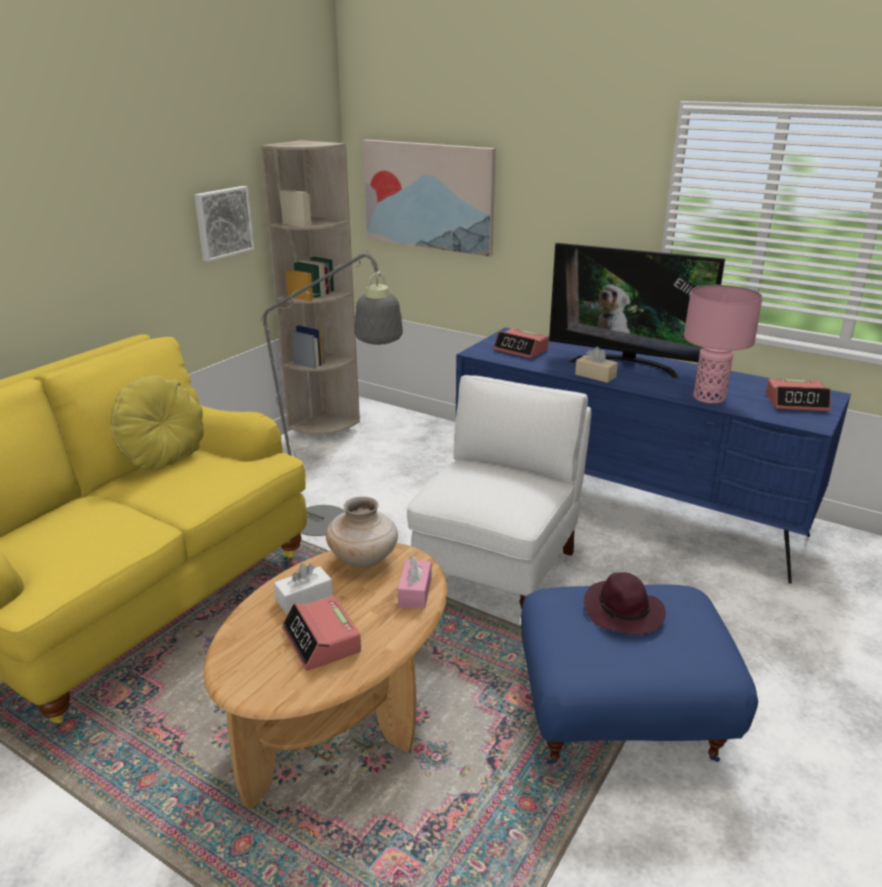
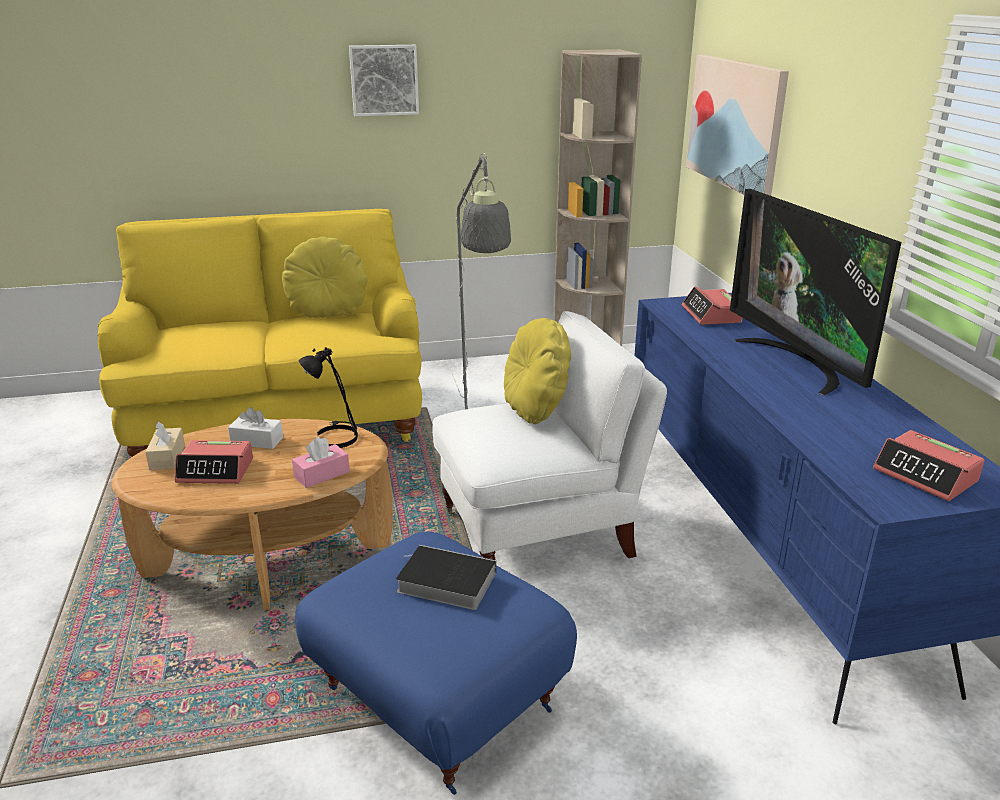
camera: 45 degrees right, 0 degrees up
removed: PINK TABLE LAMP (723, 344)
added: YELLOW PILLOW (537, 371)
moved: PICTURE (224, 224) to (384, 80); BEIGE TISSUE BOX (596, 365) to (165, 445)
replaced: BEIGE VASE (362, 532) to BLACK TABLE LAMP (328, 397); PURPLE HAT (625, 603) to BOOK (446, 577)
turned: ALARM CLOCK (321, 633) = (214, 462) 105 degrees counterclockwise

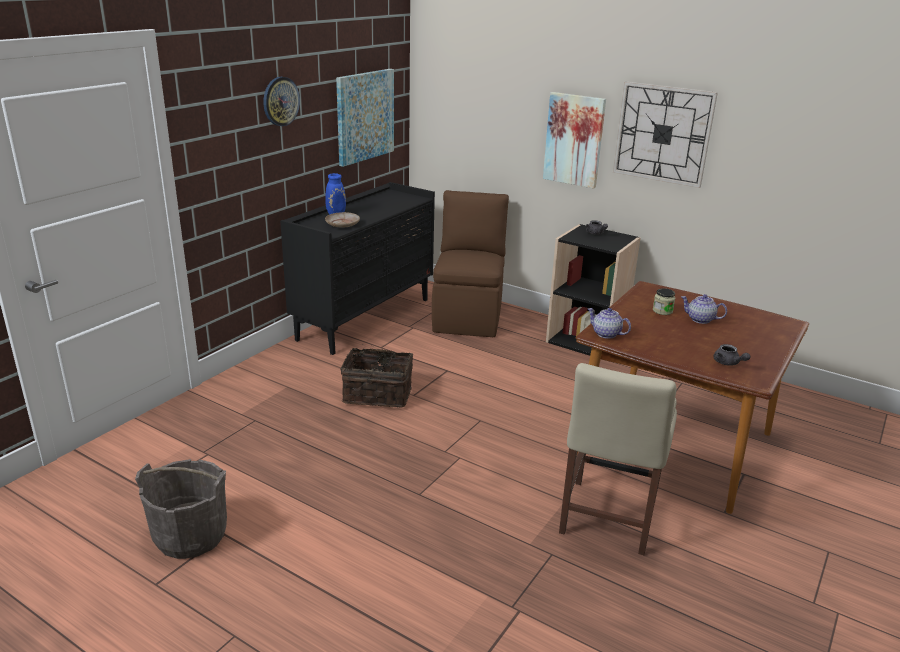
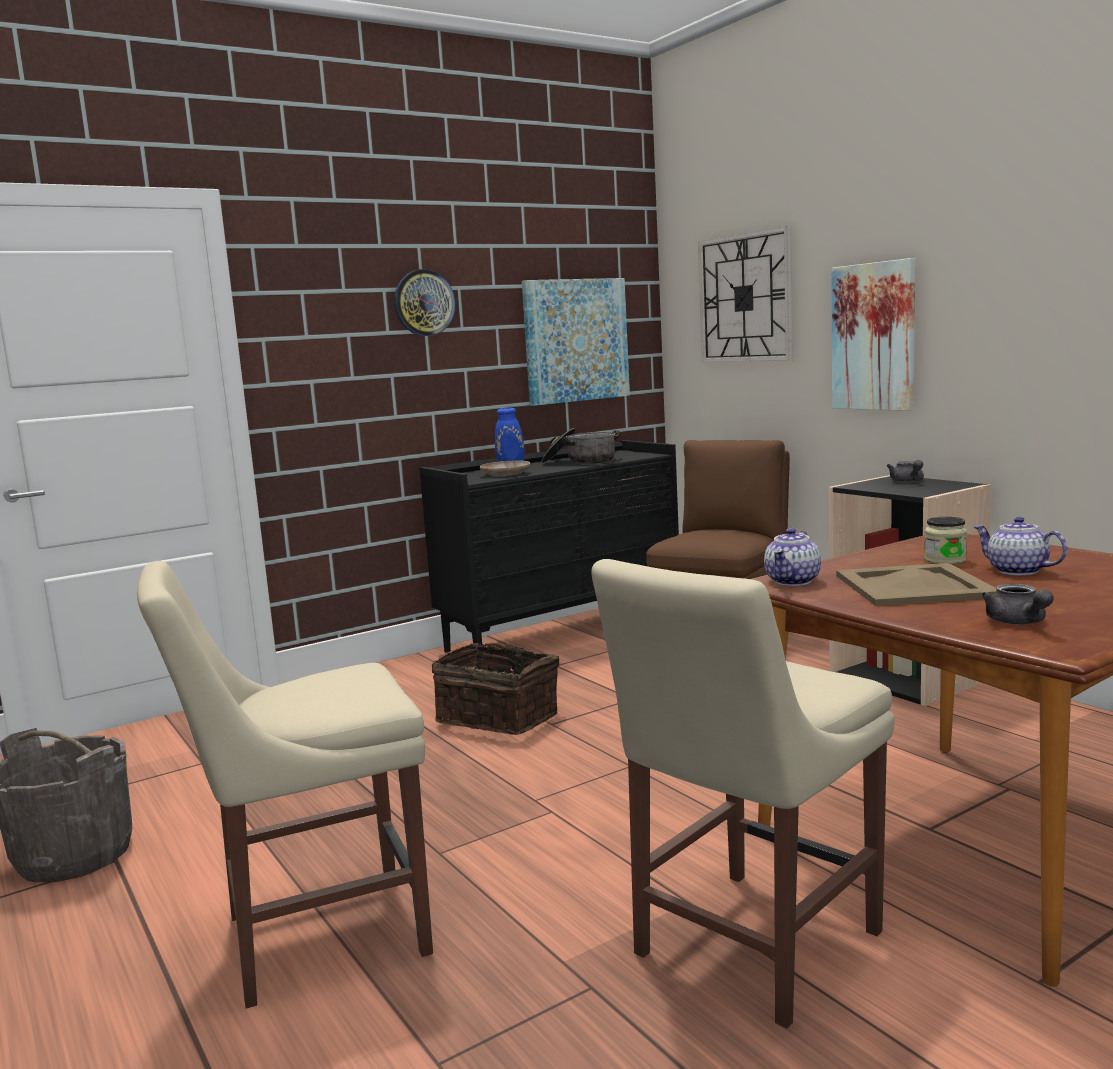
camera: 25 degrees right, 15 degrees down
added: BEIGE CHAIR (285, 785); COOKING POT (580, 446); BEIGE TRAY (916, 584)
moved: WALL CLOCK (665, 135) to (745, 294)
turned: TEAPOT (609, 323) = (792, 557) 120 degrees counterclockwise

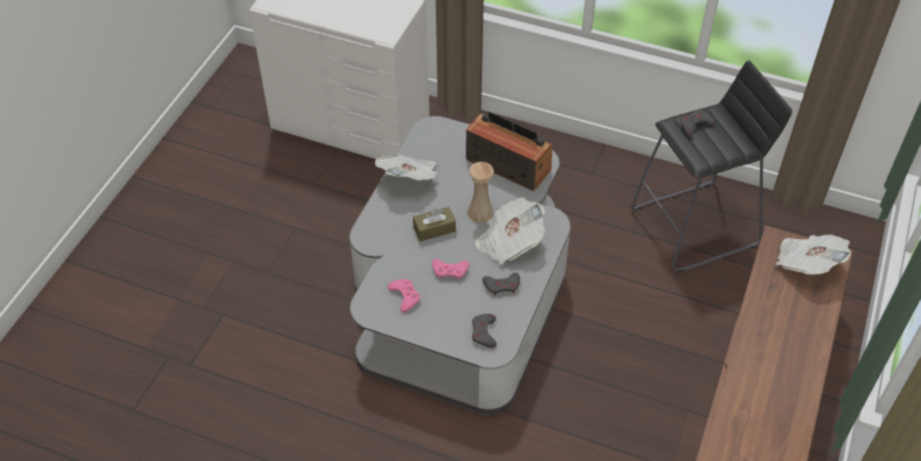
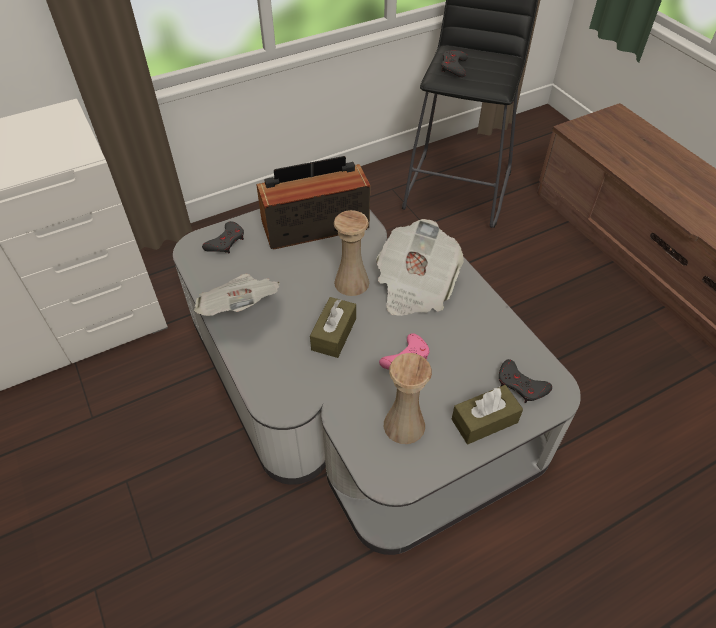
camera: 50 degrees left, 0 degrees up
removed: NEWSPAPER (813, 254)
added: BROWN TISSUE BOX (487, 414)
moved: GREY GAME CONTROLLER (501, 284) to (223, 237)
replaced: PINK GAME CONTROLLER (404, 296) to BEIGE VASE (408, 398)

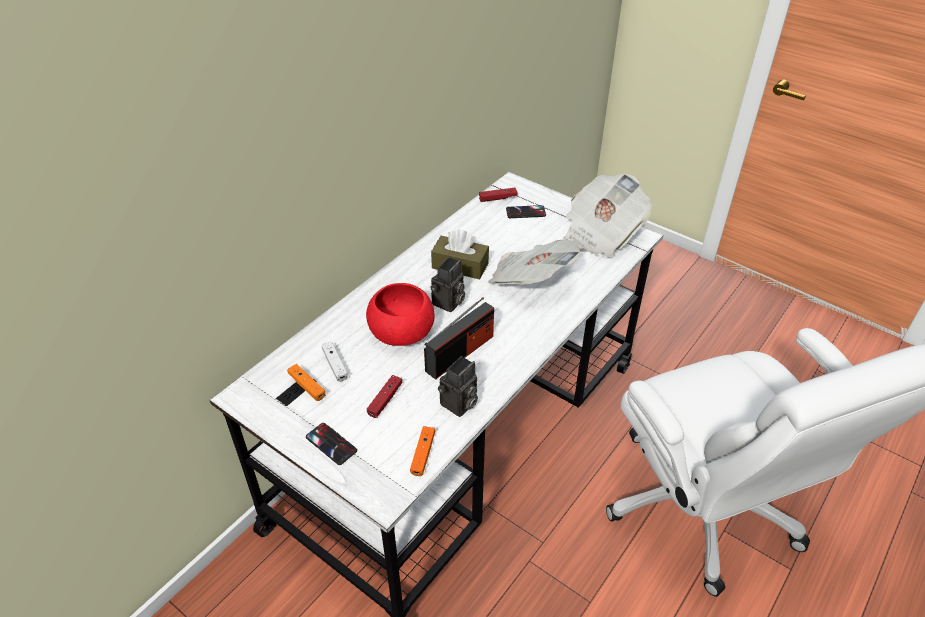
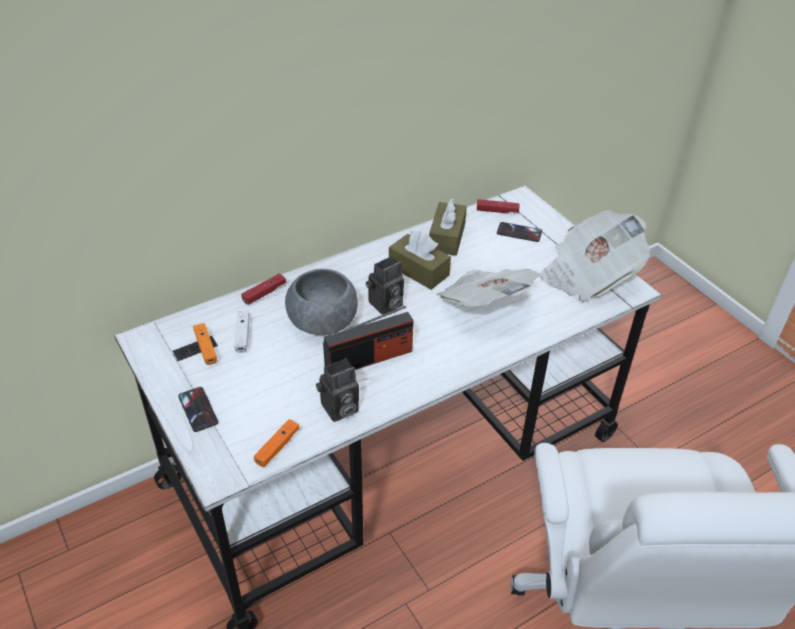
camera: 20 degrees right, 0 degrees up
added: BROWN TISSUE BOX (448, 227)
moved: RED GAME CONTROLLER (385, 396) to (263, 289)
recoloured: RED BOWL (400, 314) to GREY BOWL (321, 302)

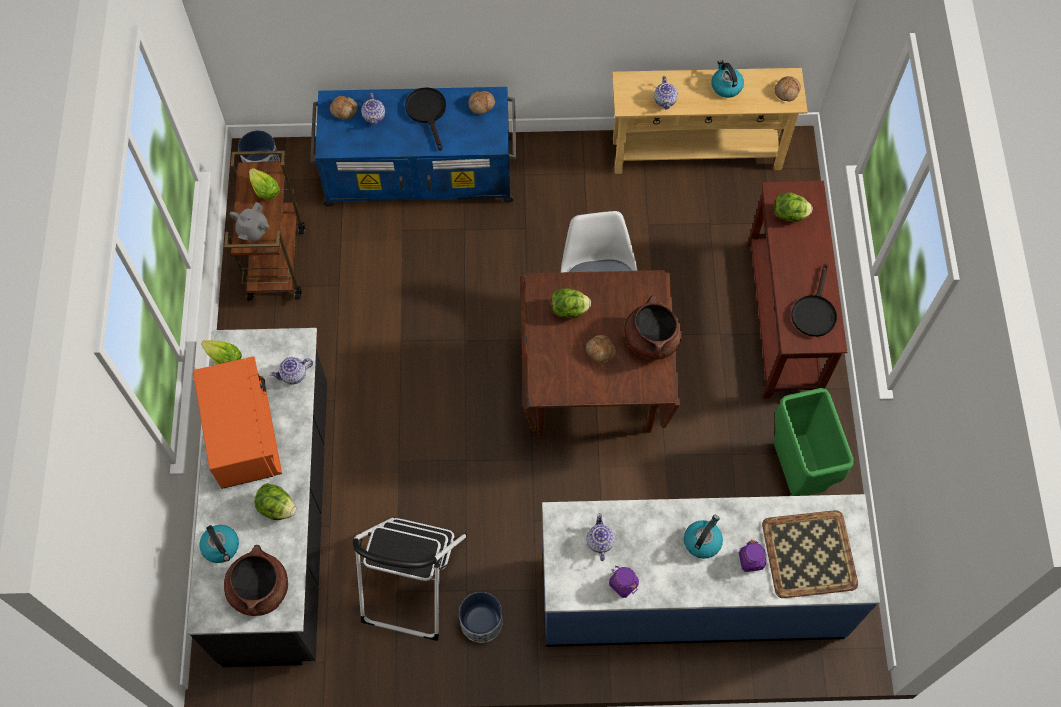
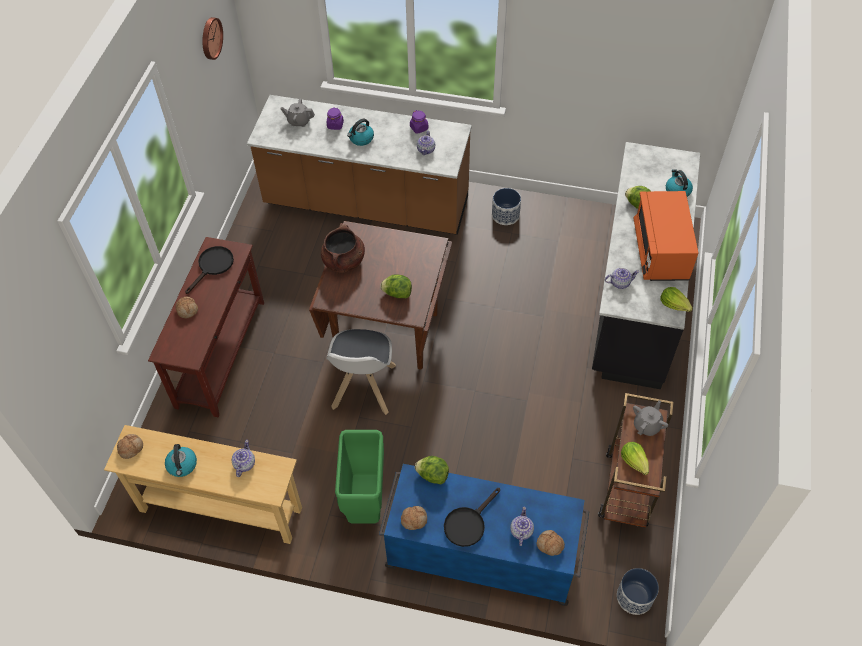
camera: 165 degrees left, 10 degrees down
removed: BROWN COOKING POT (256, 580); STEP LADDER (410, 579)
added: WALL CLOCK (212, 38)
moved: BREAD (601, 349) to (187, 307); LETTUCE (793, 207) to (432, 470); GREEN TRASH CAN (814, 442) to (359, 477)
replaced: TRAY (810, 554) to GREY TEAPOT (298, 112)
recoloured: BLUE COUNTER (711, 570) to BROWN COUNTER (359, 165)
turned: BLACK FRYING PAN (425, 119) = (472, 517) 45 degrees clockwise

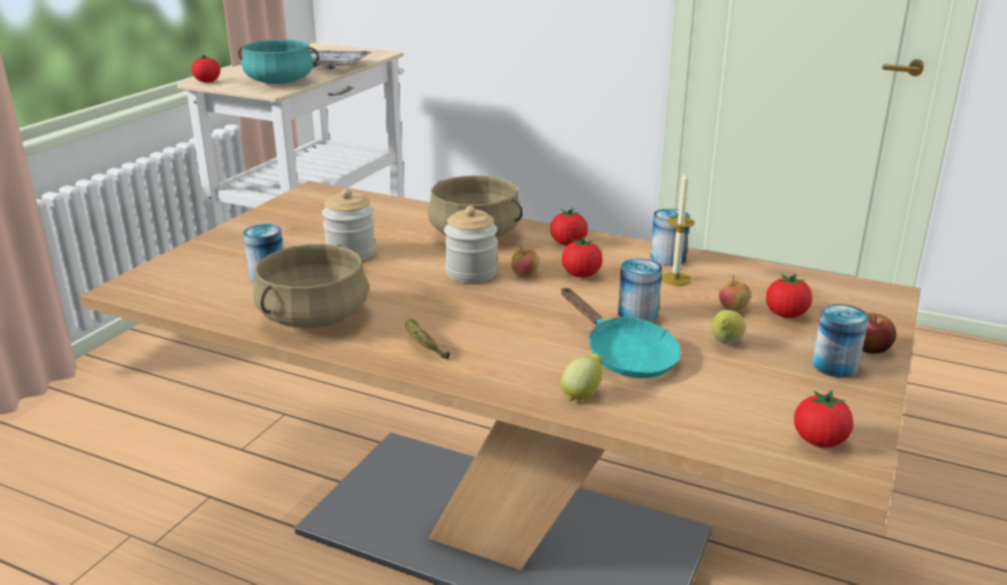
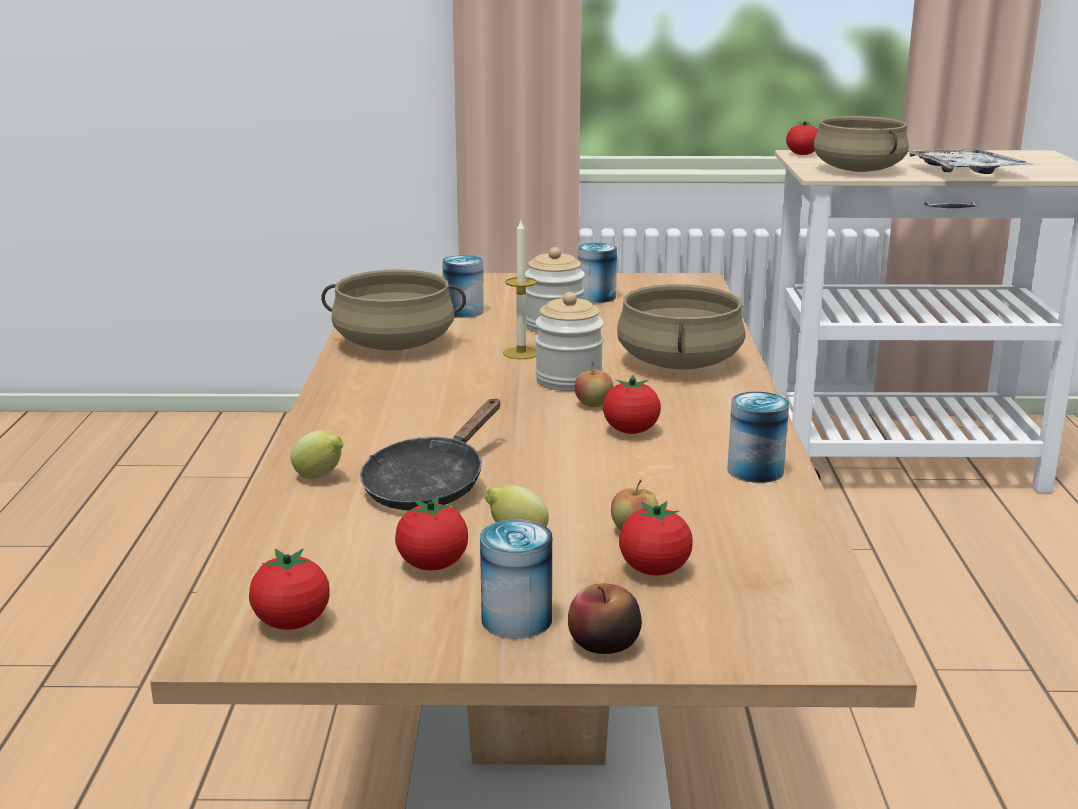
camera: 65 degrees right, 5 degrees down
removed: BANANA (427, 339)
moved: TOMATO (569, 227) to (431, 533); CAN (640, 290) to (597, 273); CANDLE (678, 229) to (520, 289)
recoloured: TURQUOISE COOKING POT (278, 62) to BEIGE COOKING POT (861, 144); TURQUOISE FRYING PAN (621, 333) to BLACK FRYING PAN (430, 454)

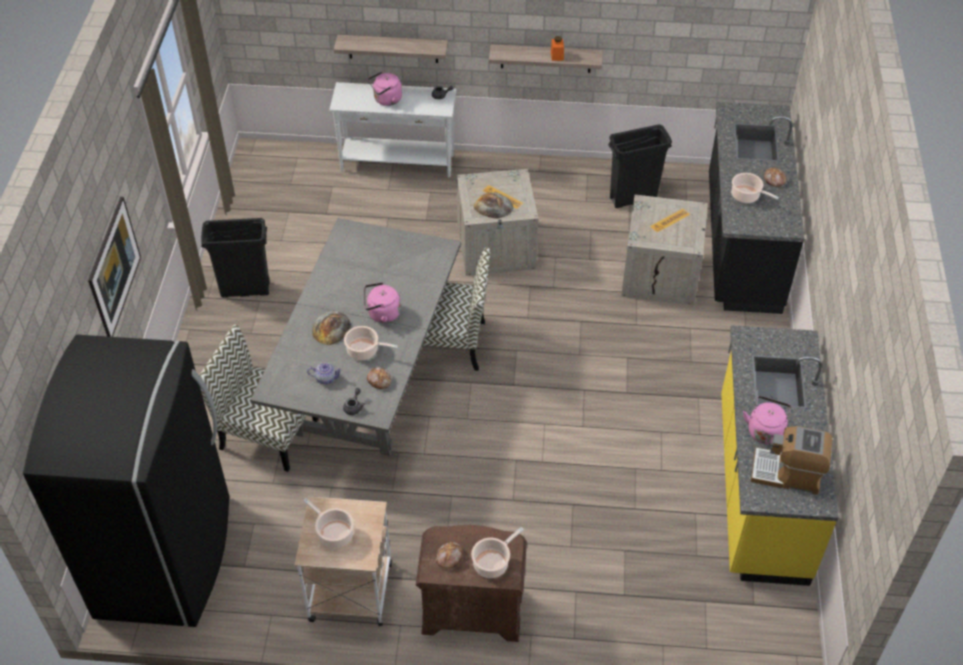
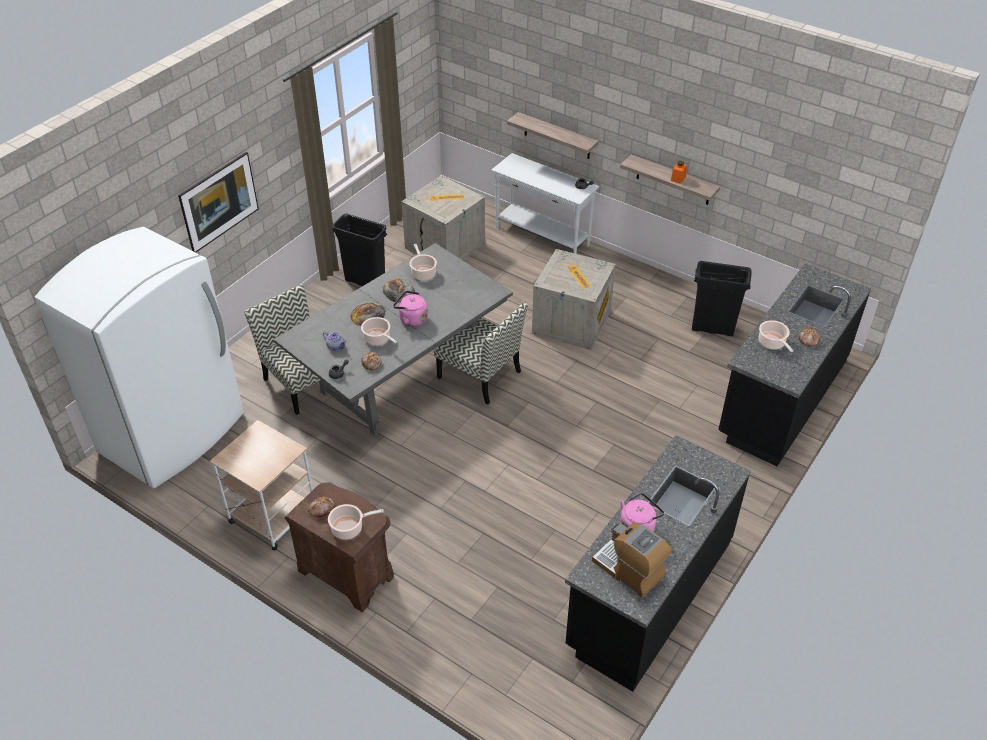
camera: 30 degrees right, 5 degrees down
removed: PINK KETTLE (385, 89)
moved: COOKING POT (328, 523) to (423, 262); BREAD (493, 205) to (399, 290); CRATE (664, 250) to (443, 218)
recoloured: BLACK FRIDGE (126, 481) to WHITE FRIDGE (139, 357); YELLOW COUNTER (780, 455) to BLACK COUNTER (658, 563)

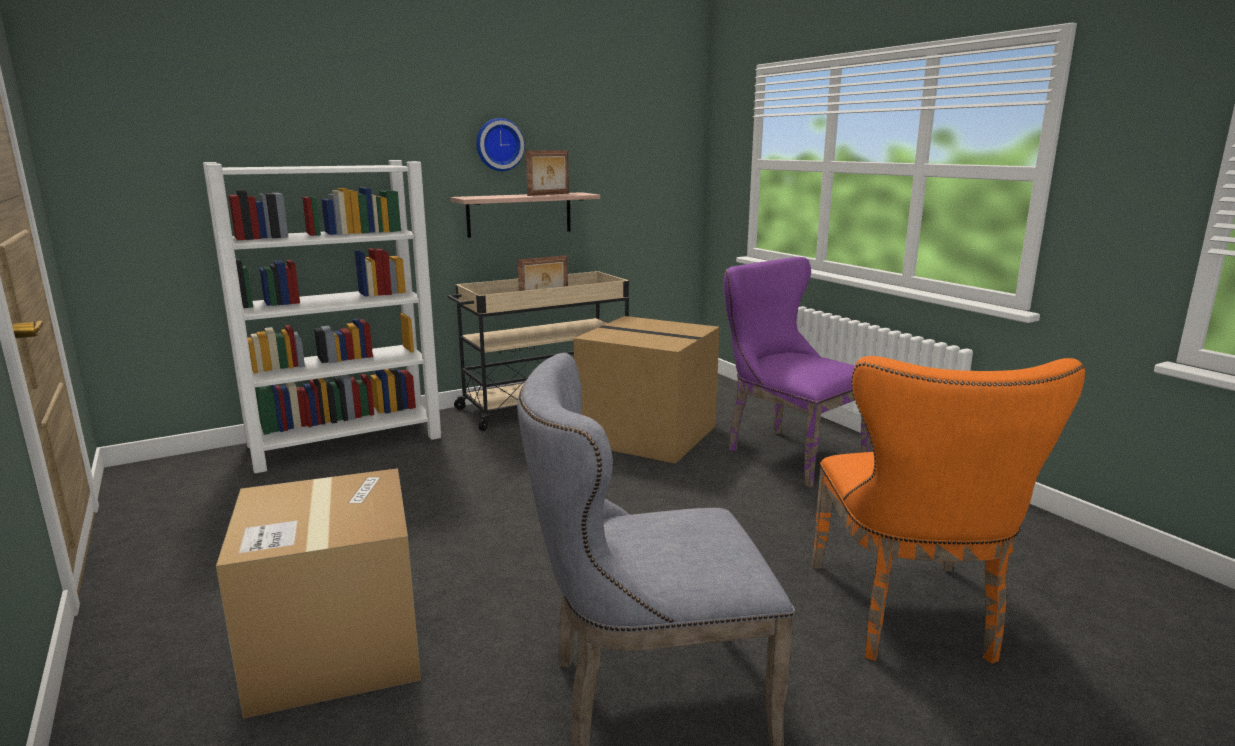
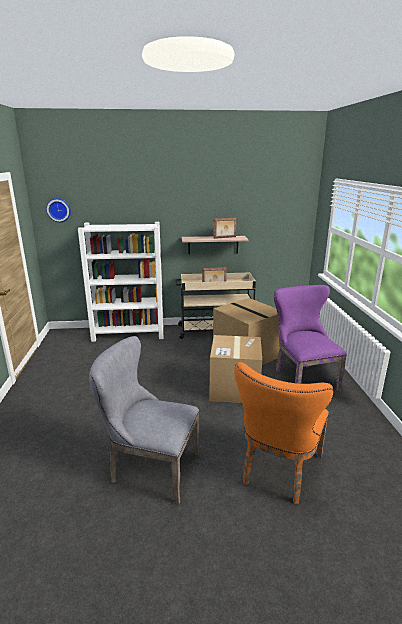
camera: 25 degrees right, 5 degrees up
moved: CARDBOARD BOX (318, 593) to (235, 369); WALL CLOCK (500, 144) to (58, 210)

